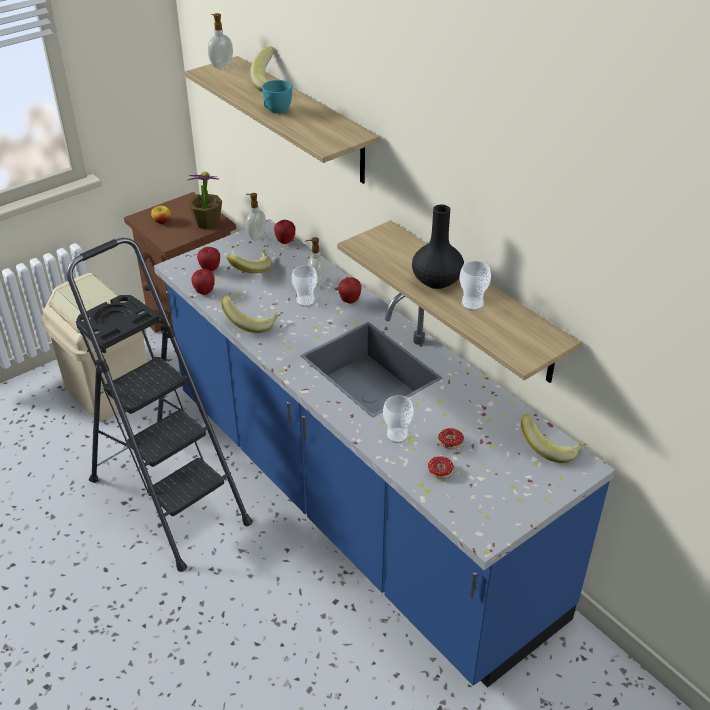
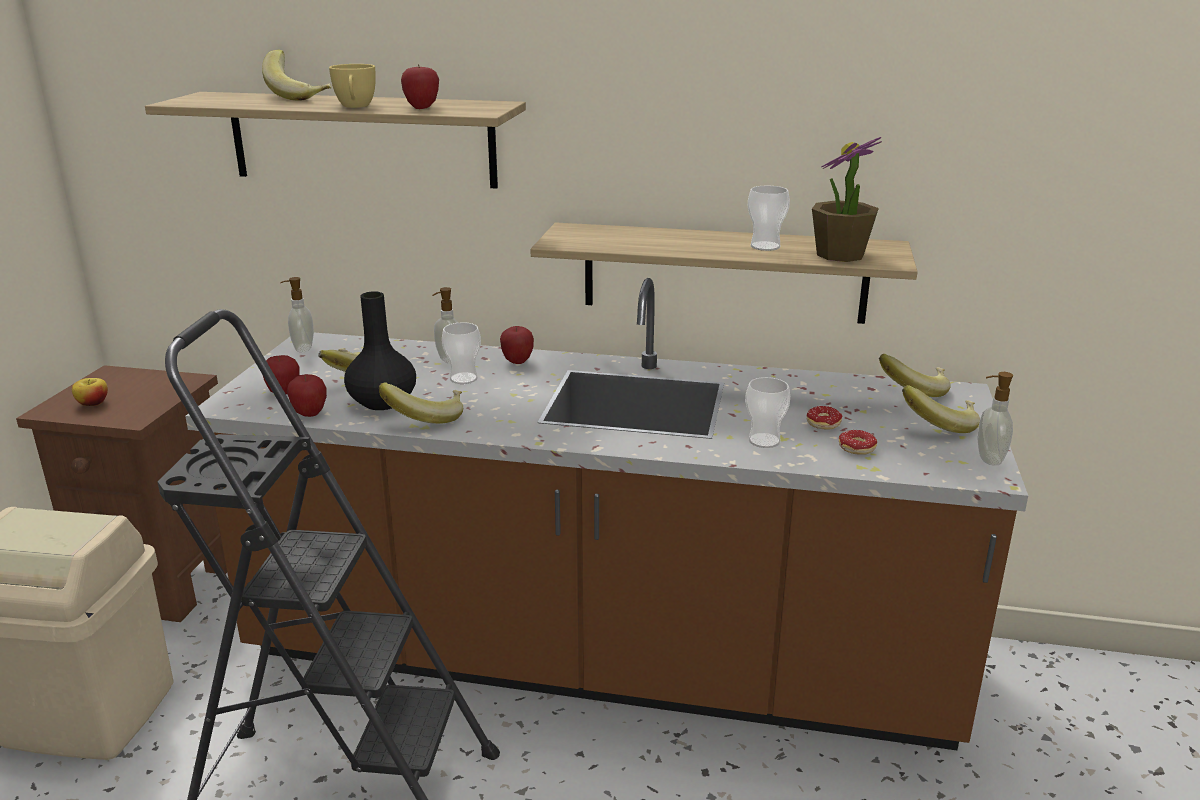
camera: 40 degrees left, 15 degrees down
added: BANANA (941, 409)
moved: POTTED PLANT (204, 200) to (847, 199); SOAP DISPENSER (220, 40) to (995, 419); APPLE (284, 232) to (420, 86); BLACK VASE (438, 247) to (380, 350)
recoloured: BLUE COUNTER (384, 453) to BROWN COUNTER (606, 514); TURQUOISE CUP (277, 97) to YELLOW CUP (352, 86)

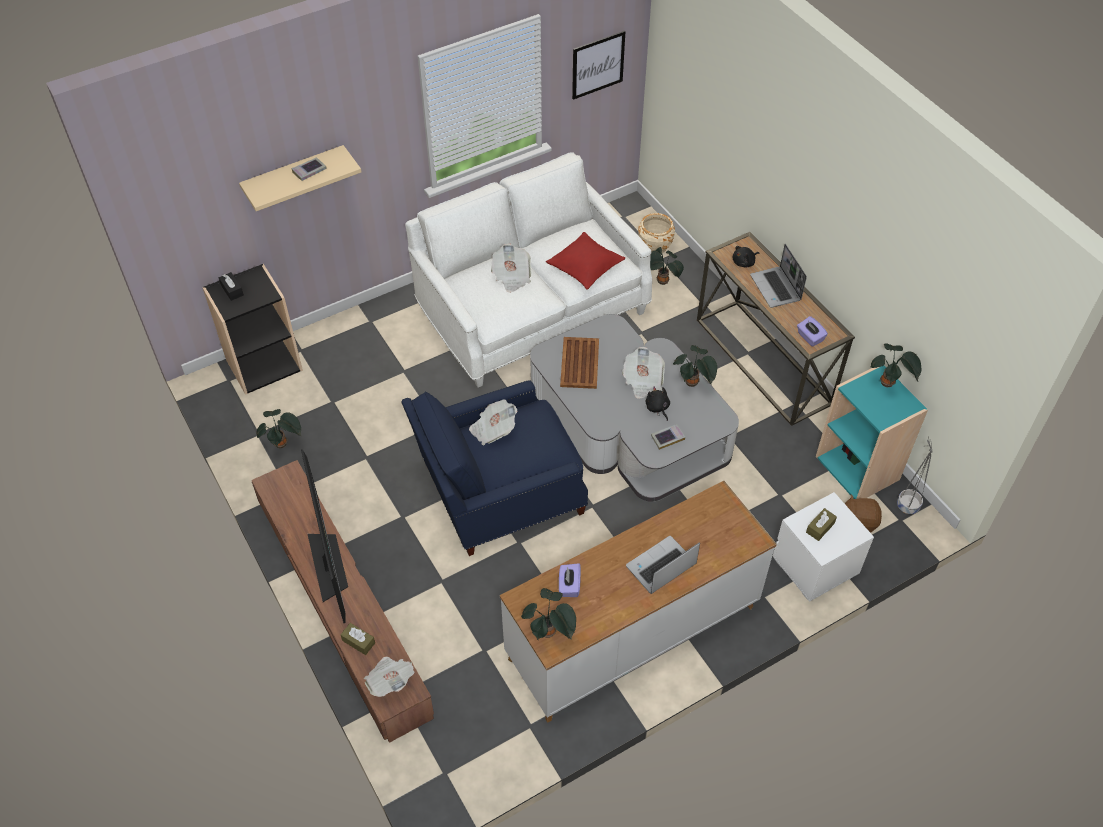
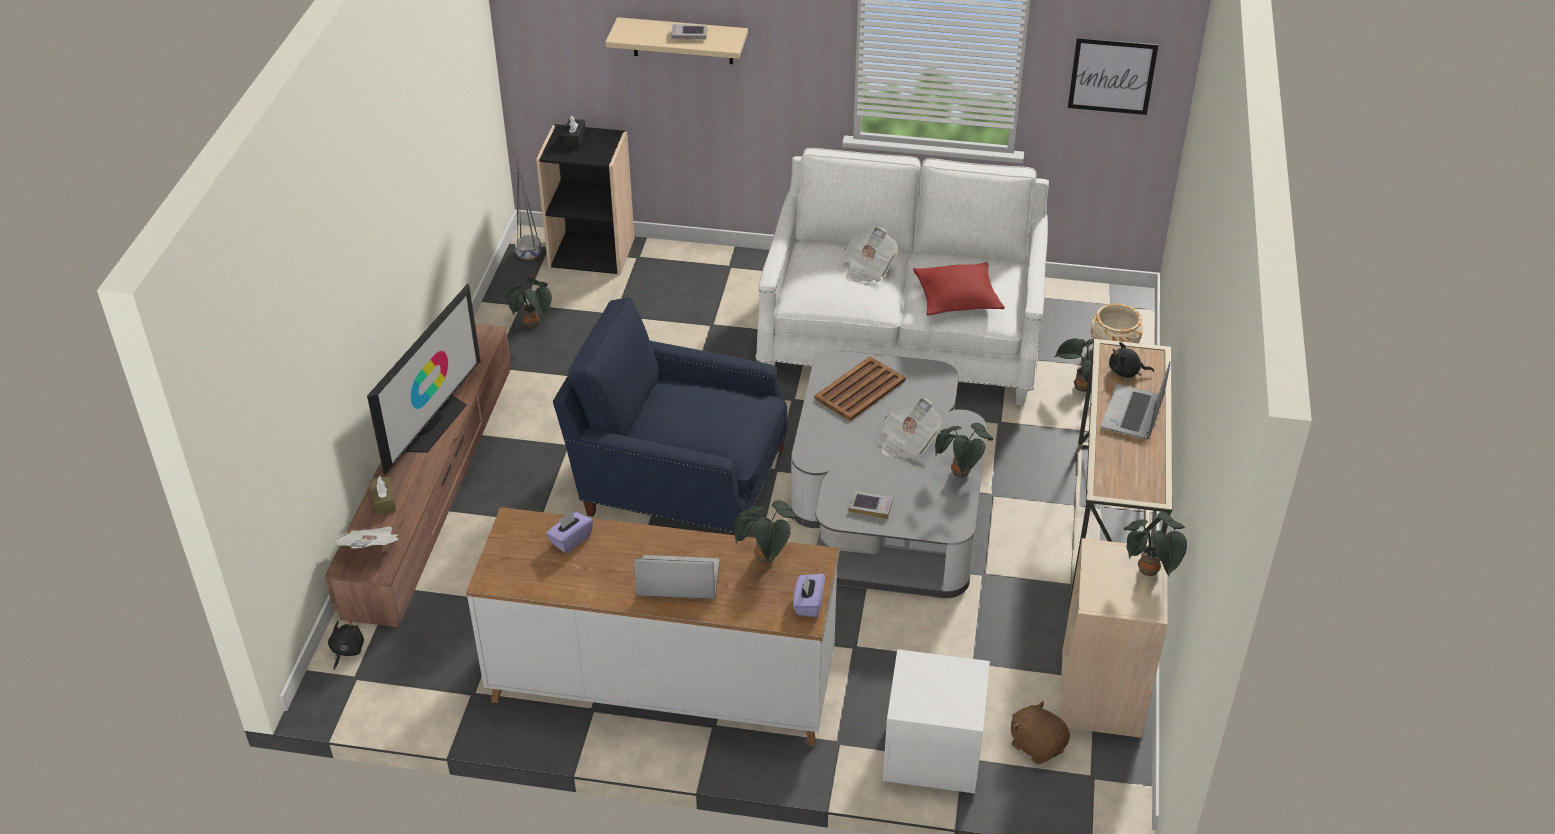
camera: 40 degrees right, 10 degrees down
removed: NEWSPAPER (493, 422); BROWN TISSUE BOX (821, 524)
moved: POTTED PLANT (548, 614) to (766, 532); BLACK PLUSH TOY (658, 404) to (346, 644); PURPLE TISSUE BOX (812, 331) to (809, 595); GREY PLANTER (915, 475) to (527, 204)
recoloured: TURQUOISE BOOKCASE (872, 432) to BEIGE BOOKCASE (1113, 638)

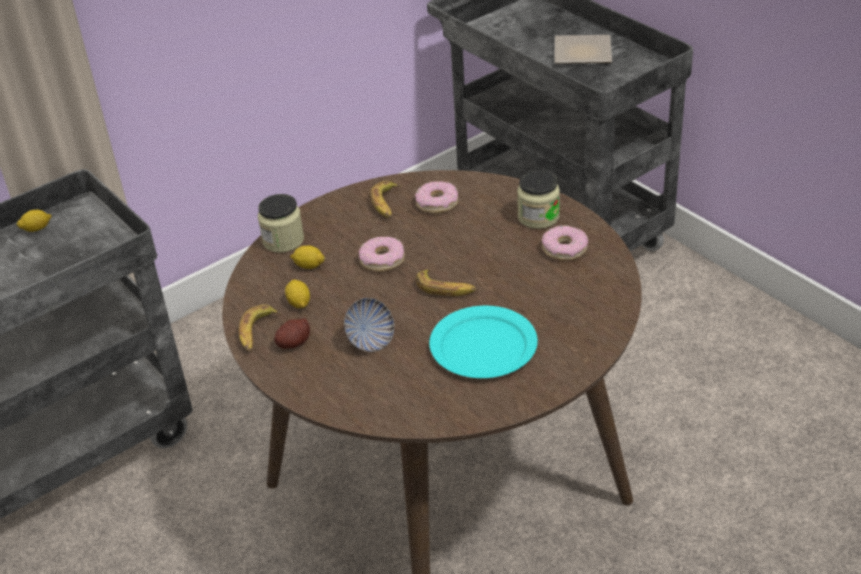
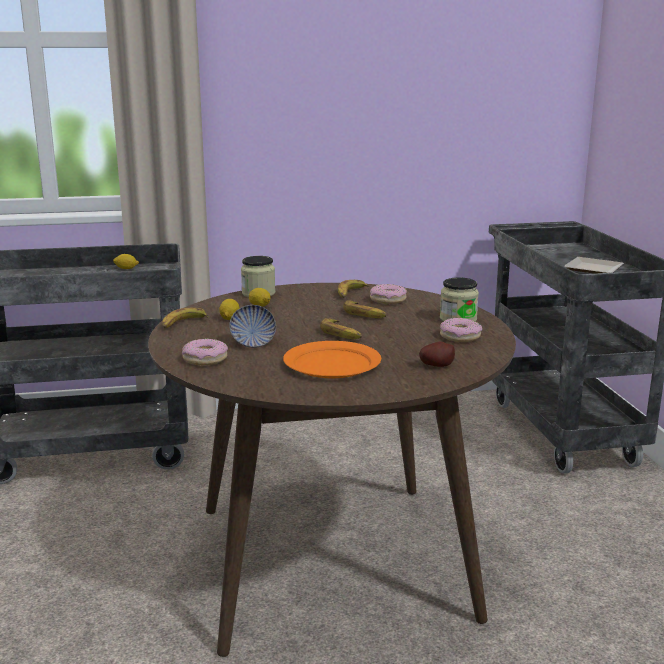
camera: 25 degrees right, 20 degrees down
added: BANANA (365, 309)
moved: POTATO (292, 334) to (437, 354); DONUT (382, 254) to (205, 351)
recoloured: TURQUOISE PLATE (483, 342) to ORANGE PLATE (332, 359)

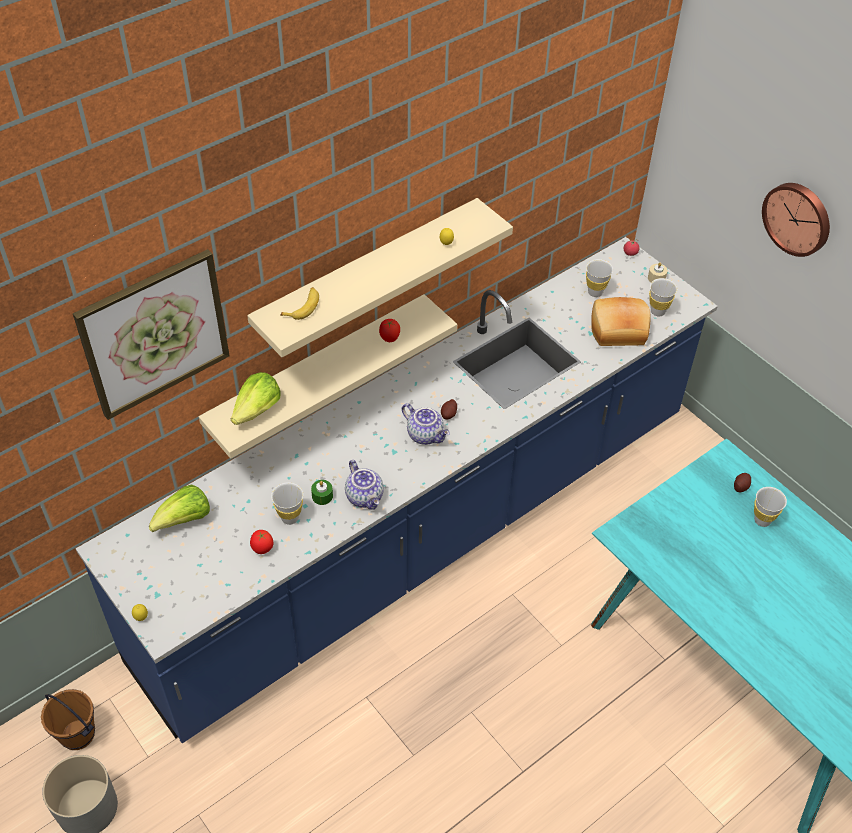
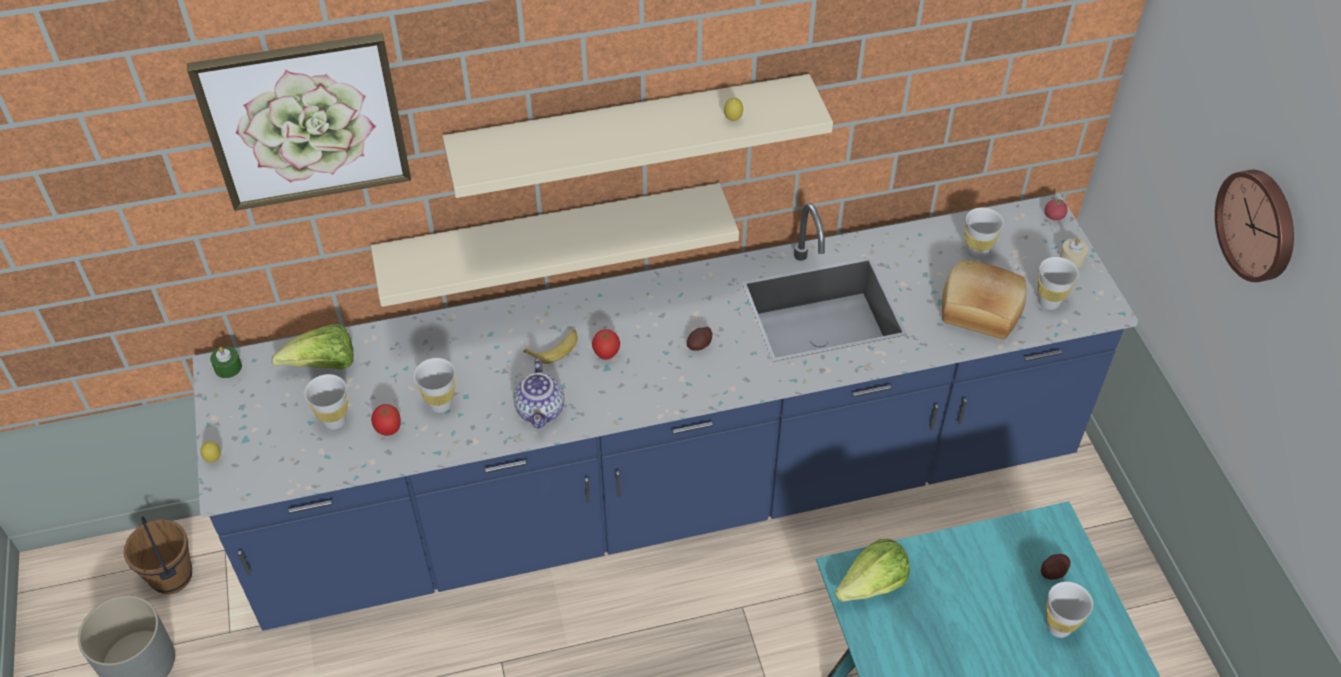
camera: 25 degrees right, 0 degrees up
removed: TEAPOT (426, 424)
added: WHITE CUP (326, 402)
moved: LETTUCE (255, 398) to (872, 570); BANANA (299, 303) to (550, 347); GREEN CANDLE (322, 492) to (226, 362); TOMATO (389, 330) to (606, 344)

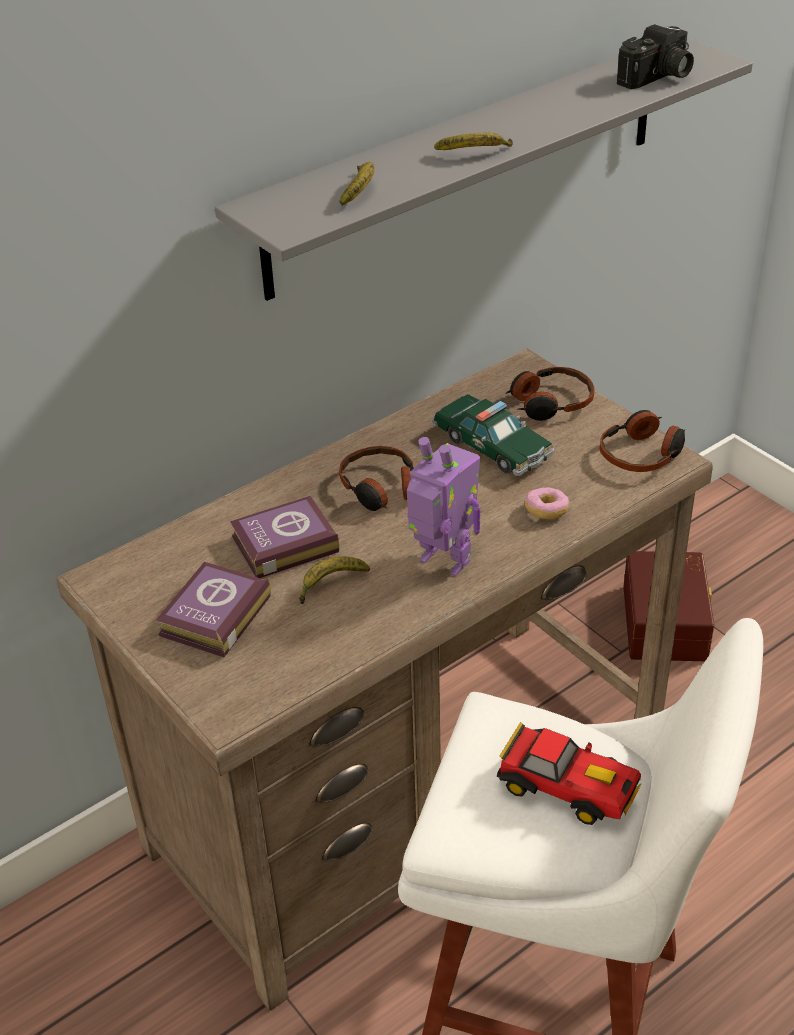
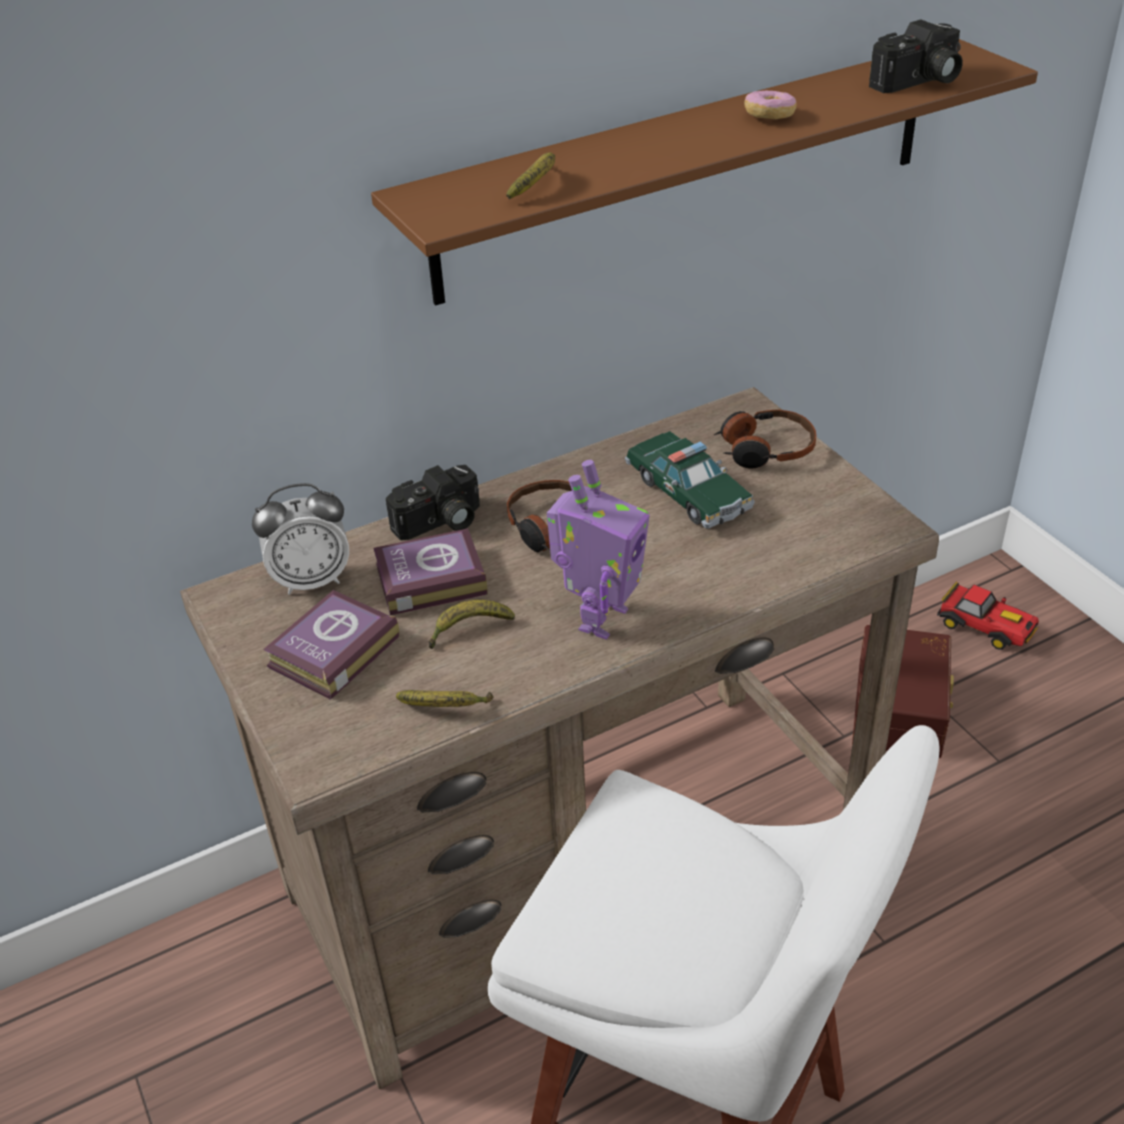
camera: 10 degrees right, 0 degrees up
removed: HEADPHONES (642, 441)
added: ALARM CLOCK (300, 539); PHOTO CAMERA (433, 502)
moved: BANANA (473, 141) to (444, 698); TOY CAR (569, 773) to (988, 615); DONUT (547, 503) to (770, 105)
recoloured: GREY SHELF (484, 169) to BROWN SHELF (704, 172)
turned: TOY ROBOT (444, 506) = (598, 550) 75 degrees clockwise

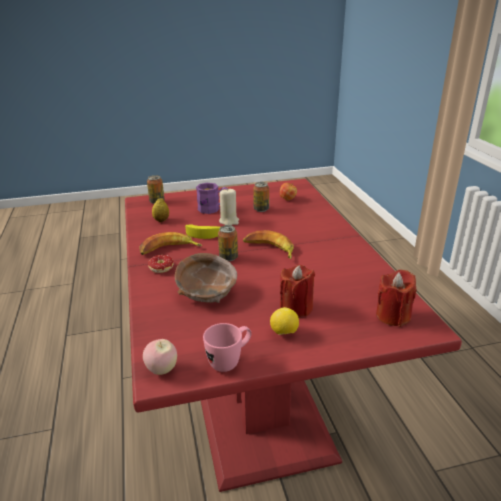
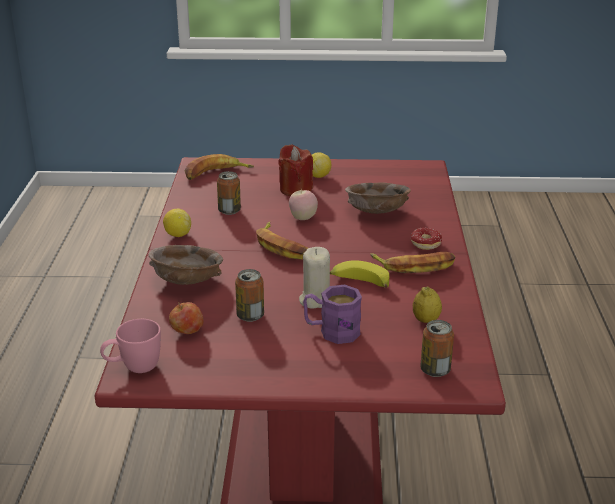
camera: 165 degrees left, 0 degrees up
added: BROWN BOWL (186, 265); LEMON (177, 223)
moved: APPLE (160, 357) to (303, 204); PINK MUG (227, 347) to (130, 346); CAN (228, 243) to (229, 193)
replaced: RED CANDLE (396, 298) to BANANA (219, 167)

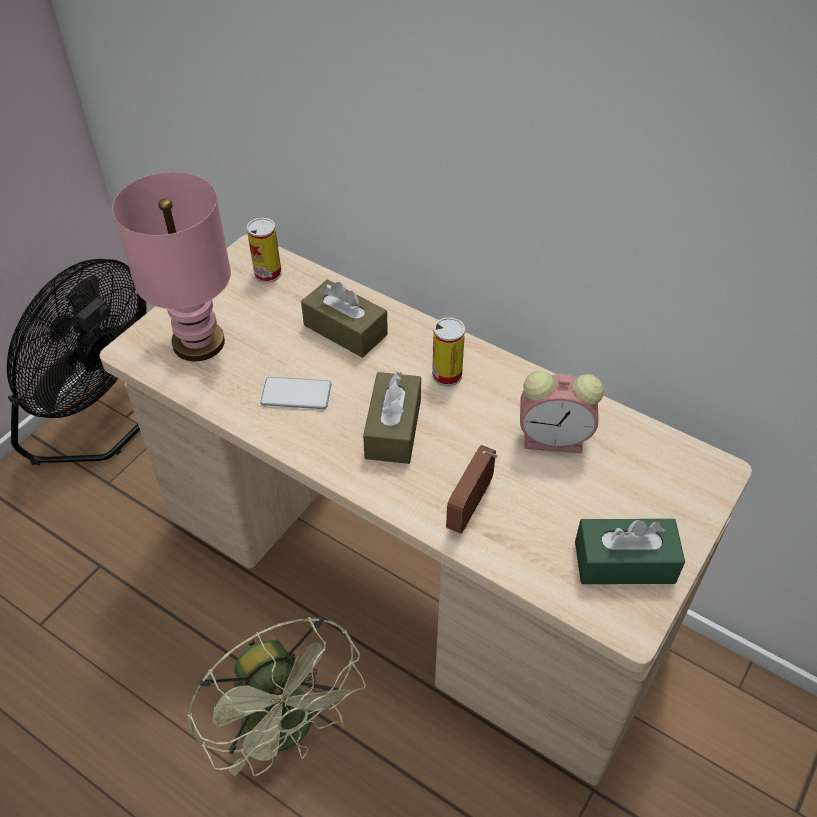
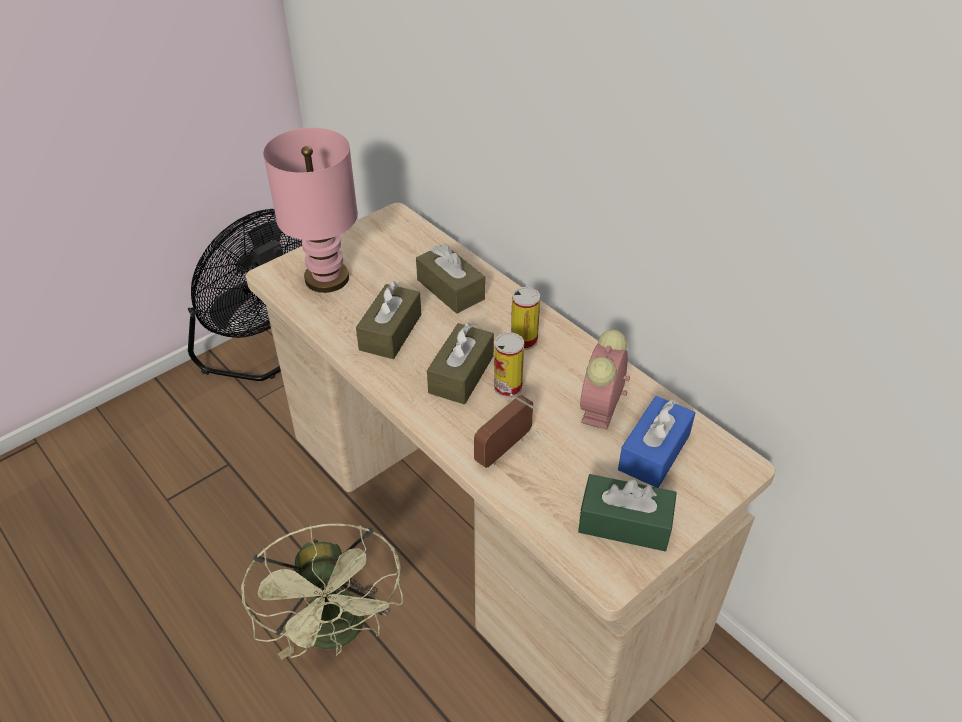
camera: 15 degrees right, 5 degrees down
added: BLUE TISSUE BOX (656, 442)
moved: CAN (264, 250) to (509, 365)
replaced: PHONE (295, 393) to BROWN TISSUE BOX (388, 320)
turned: ALARM CLOCK (562, 412) = (605, 380) 90 degrees clockwise

